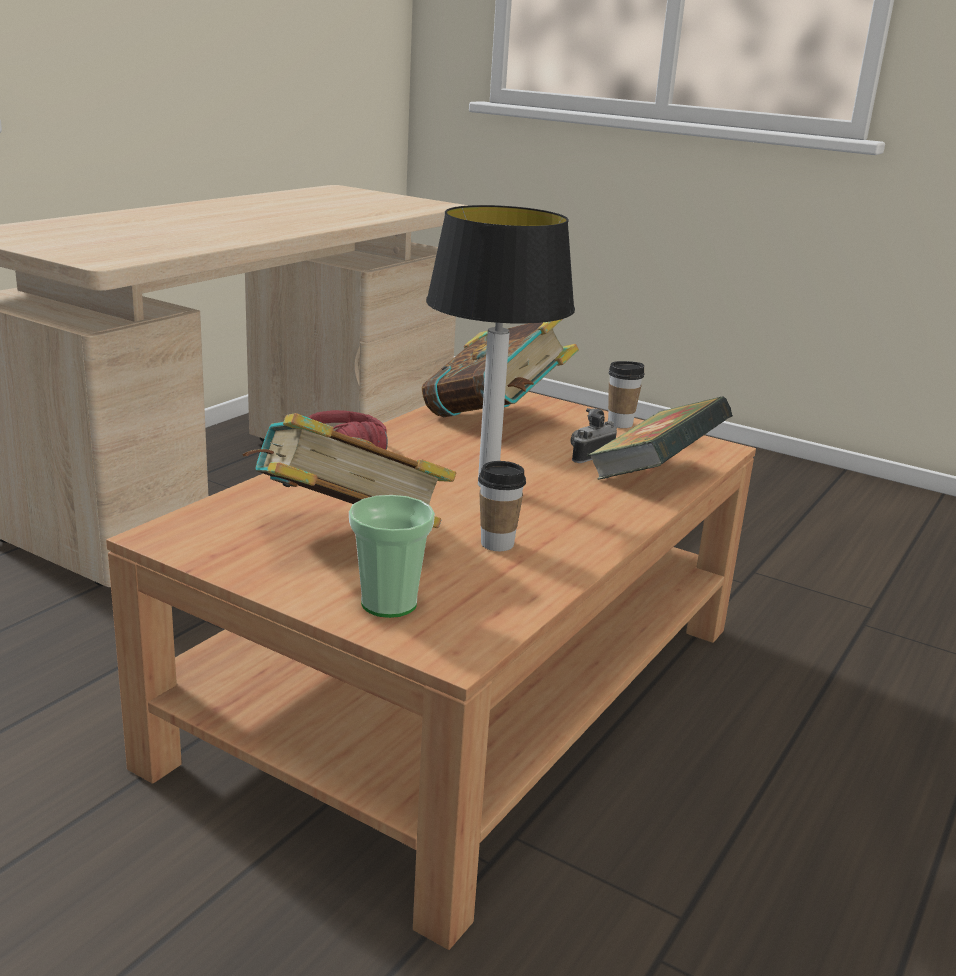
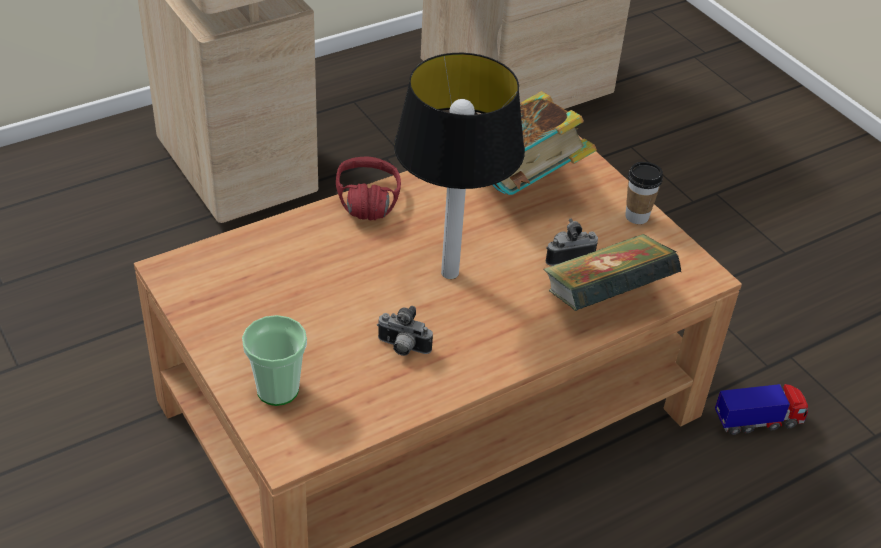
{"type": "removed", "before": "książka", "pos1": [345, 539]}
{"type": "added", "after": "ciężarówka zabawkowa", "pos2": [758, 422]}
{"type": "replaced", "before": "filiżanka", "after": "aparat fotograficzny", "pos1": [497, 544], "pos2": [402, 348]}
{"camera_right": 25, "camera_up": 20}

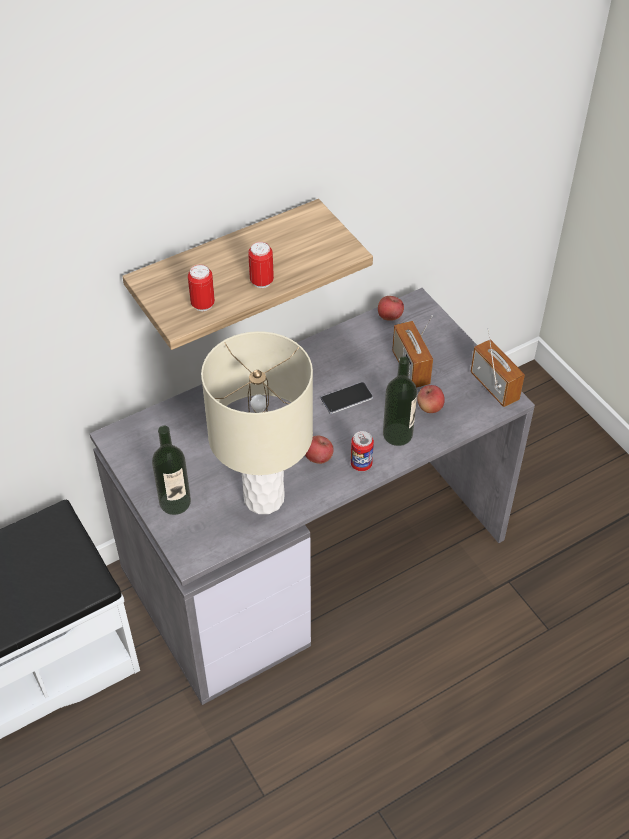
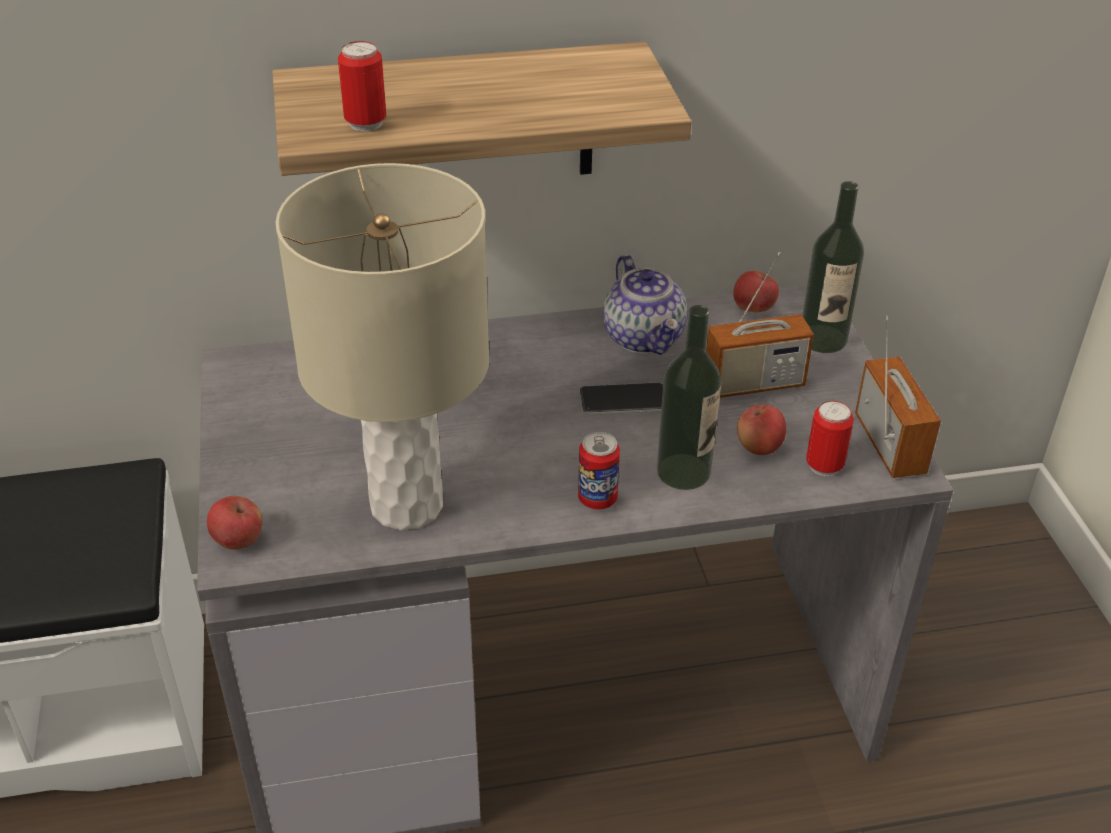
{"type": "added", "after": "imbryk", "pos2": [645, 338]}
{"type": "moved", "before": "butelka", "pos1": [175, 502], "pos2": [823, 339]}
{"type": "moved", "before": "puszka", "pos1": [261, 281], "pos2": [824, 466]}
{"type": "moved", "before": "jabłko", "pos1": [318, 458], "pos2": [238, 541]}
{"type": "turned", "before": "radio", "pos1": [410, 368], "pos2": [753, 384], "turn": -105}
{"camera_right": 20, "camera_up": -10}

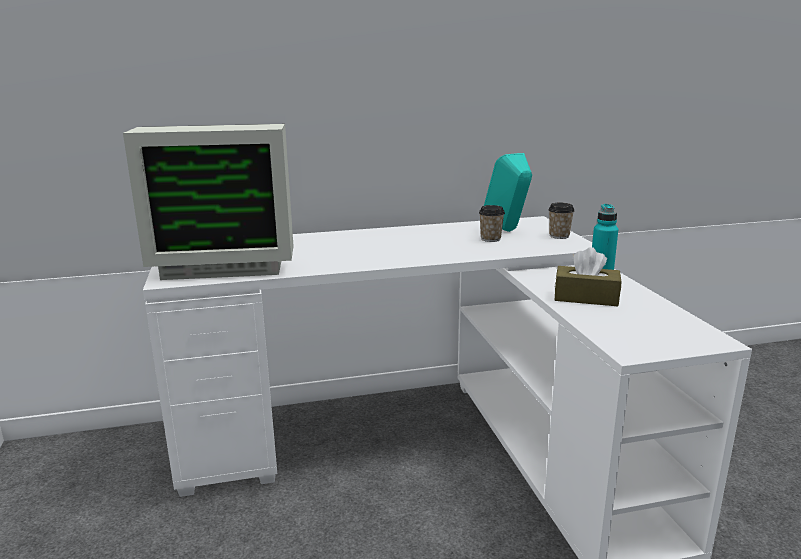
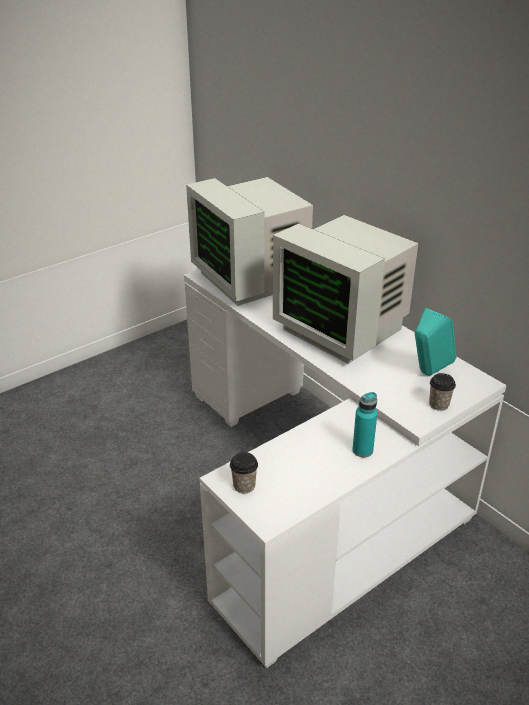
{"type": "removed", "before": "pudełko chusteczek (brązowy)", "pos1": [586, 298]}
{"type": "added", "after": "monitor", "pos2": [343, 329]}
{"type": "moved", "before": "filiżanka", "pos1": [490, 239], "pos2": [244, 486]}
{"camera_right": 65, "camera_up": 15}

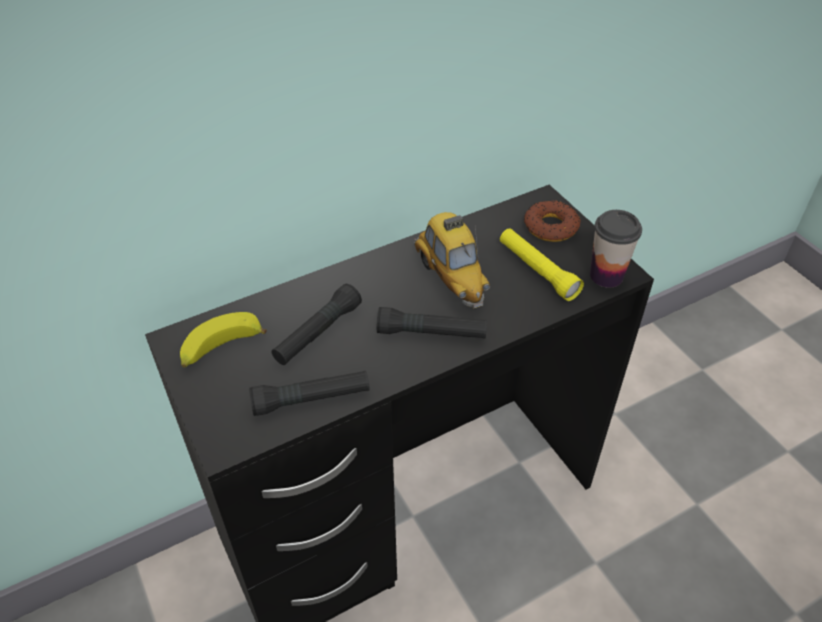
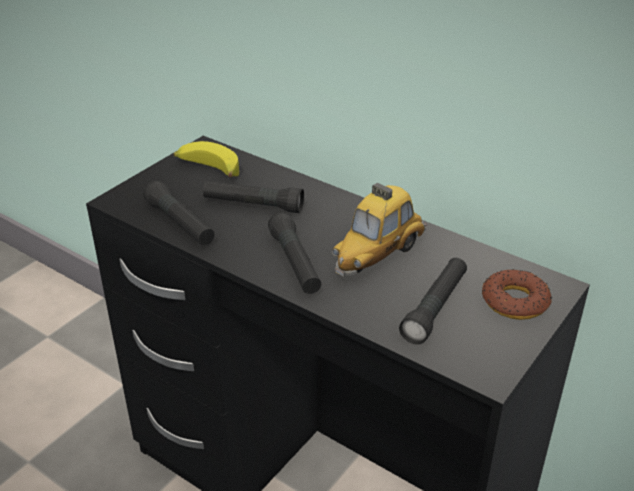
{"type": "removed", "before": "filiżanka", "pos1": [606, 275]}
{"type": "recoloured", "before": "latarka (żółty)", "after": "latarka (czarny)", "pos1": [537, 271], "pos2": [435, 308]}
{"camera_right": 65, "camera_up": -10}

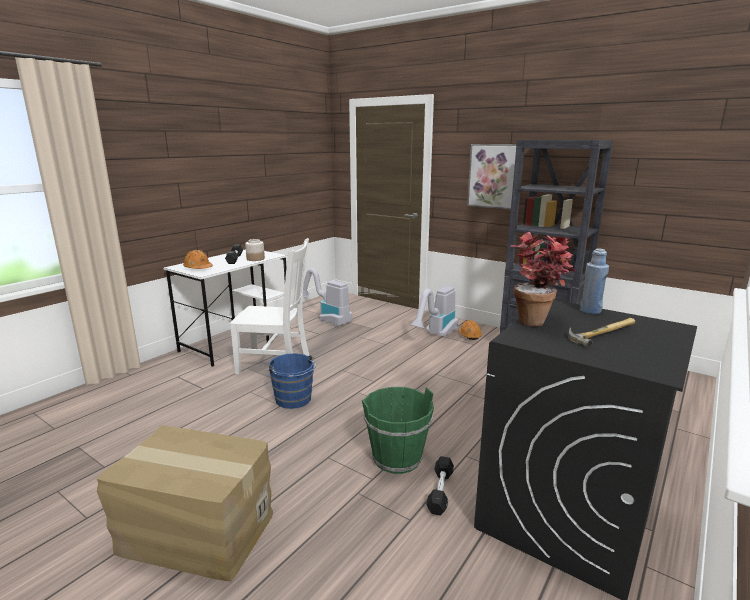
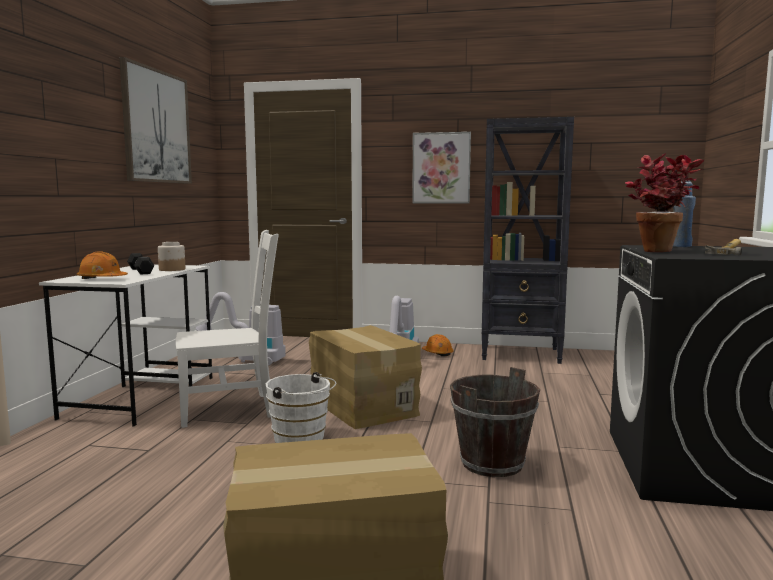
{"type": "removed", "before": "hantel (czarny)", "pos1": [440, 491]}
{"type": "added", "after": "obraz", "pos2": [156, 126]}
{"type": "added", "after": "karton", "pos2": [362, 406]}
{"type": "recoloured", "before": "wiadro (niebieski)", "after": "wiadro (biały)", "pos1": [294, 401], "pos2": [302, 438]}
{"type": "recoloured", "before": "wiadro (zielony)", "after": "wiadro (brązowy)", "pos1": [397, 458], "pos2": [492, 463]}
{"camera_right": -25, "camera_up": -10}

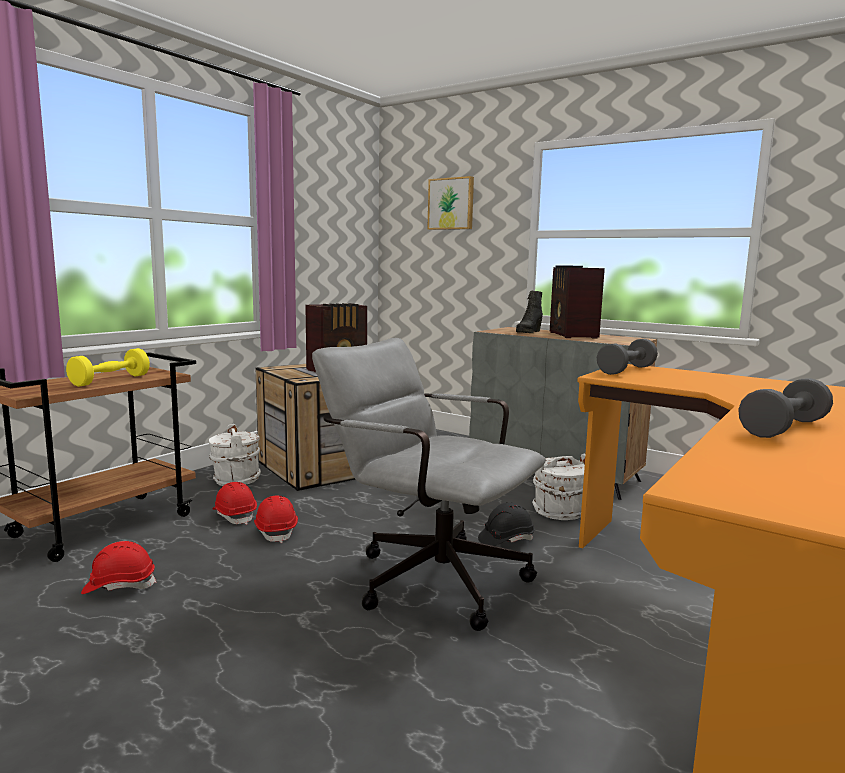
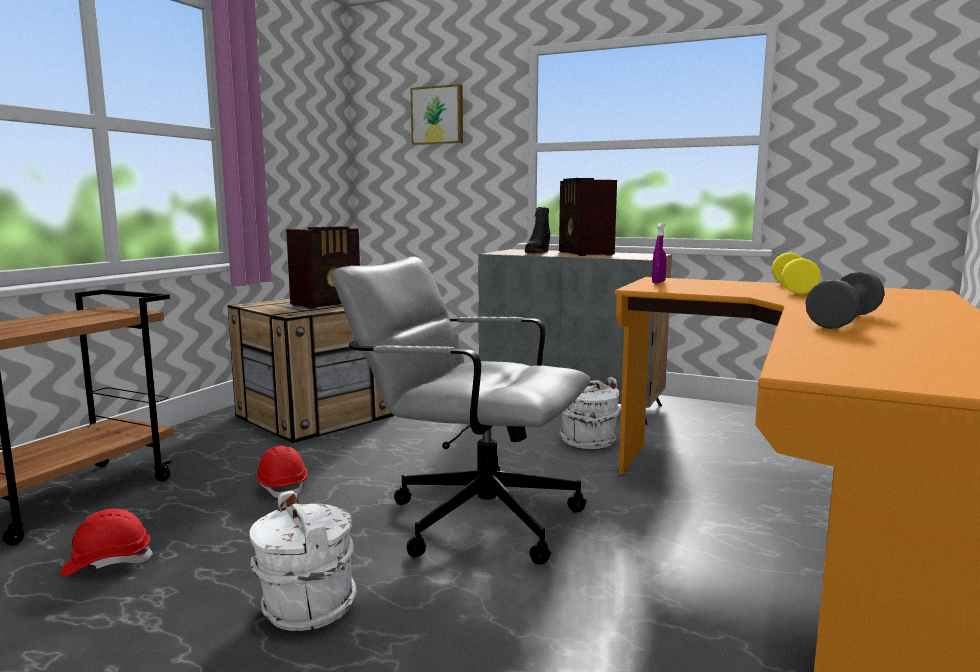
{"type": "removed", "before": "kask (czerwony)", "pos1": [235, 515]}
{"type": "removed", "before": "kask (czarny)", "pos1": [505, 540]}
{"type": "moved", "before": "hantel (żółty)", "pos1": [110, 380], "pos2": [793, 289]}
{"type": "moved", "before": "wiadro (biały)", "pos1": [235, 479], "pos2": [306, 606]}
{"type": "replaced", "before": "hantel (szary)", "after": "spryskiwacz (fioletowy)", "pos1": [626, 370], "pos2": [658, 282]}
{"camera_right": -10, "camera_up": 0}

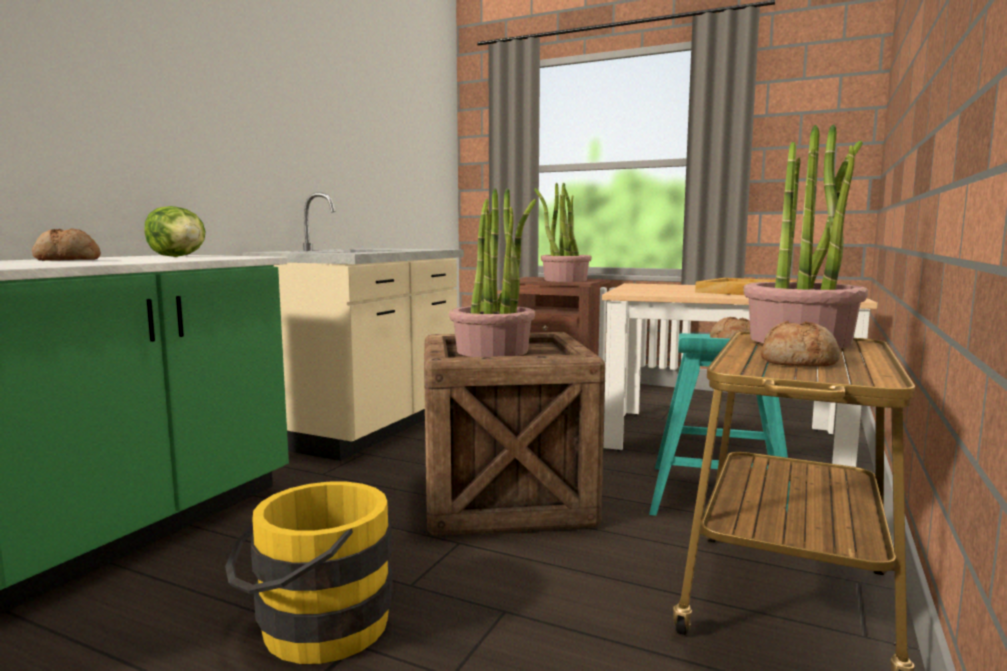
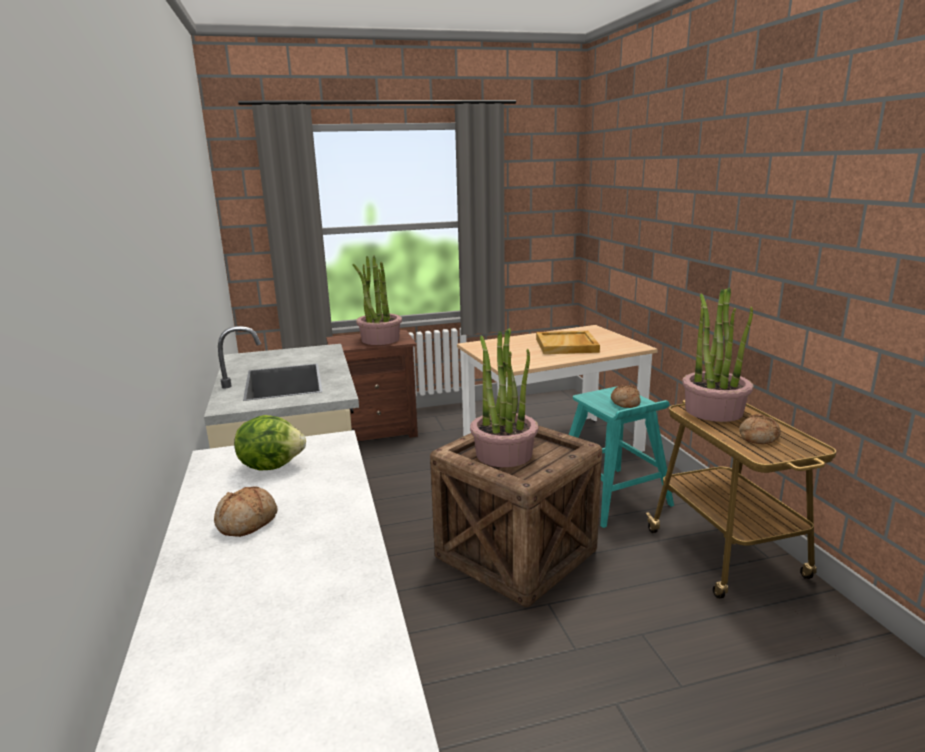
{"type": "removed", "before": "wiadro (żółty)", "pos1": [313, 629]}
{"camera_right": -40, "camera_up": 10}

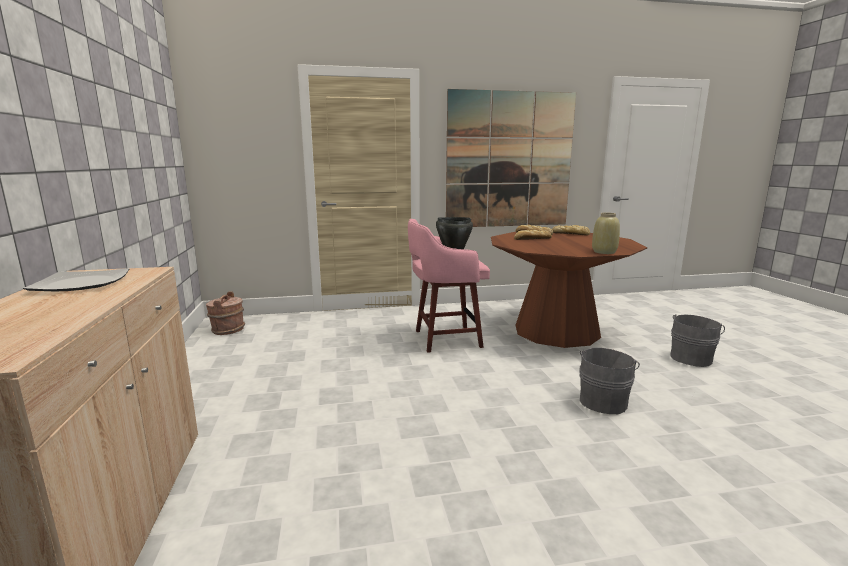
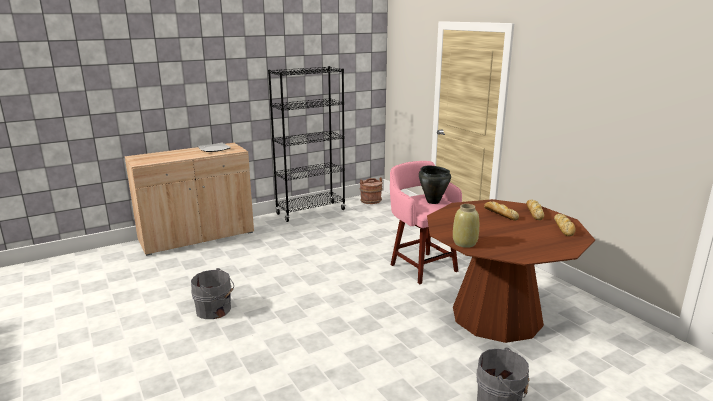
{"type": "removed", "before": "obraz", "pos1": [509, 160]}
{"type": "added", "after": "regał (czarny)", "pos2": [311, 212]}
{"type": "moved", "before": "wiadro (szary)", "pos1": [603, 401], "pos2": [215, 310]}
{"camera_right": 70, "camera_up": 5}

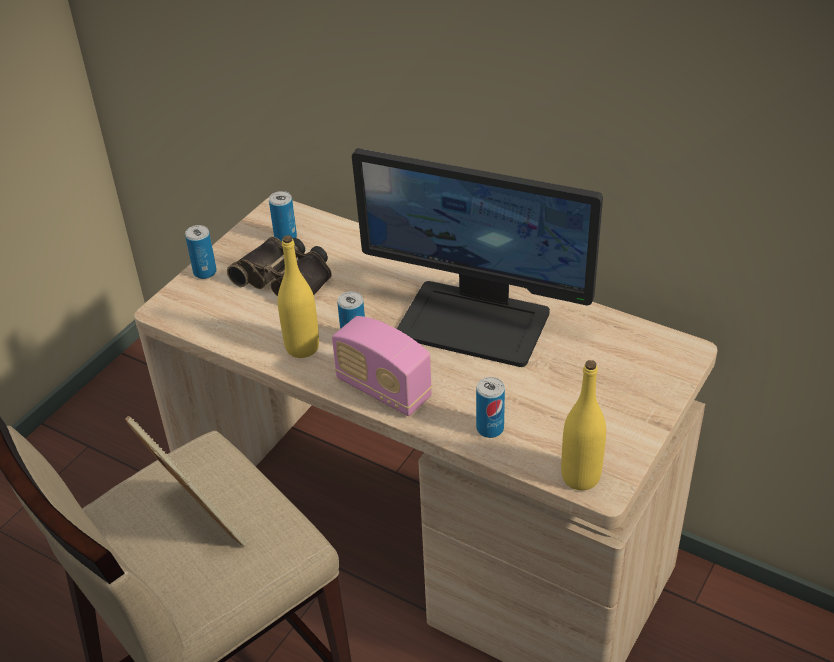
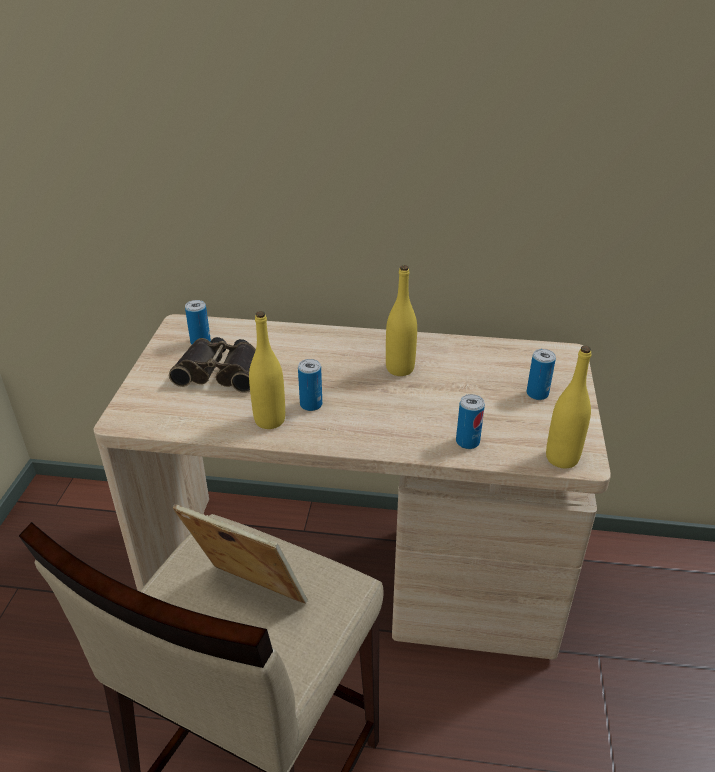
{"type": "removed", "before": "radio", "pos1": [383, 389]}
{"type": "moved", "before": "puszka", "pos1": [205, 272], "pos2": [537, 394]}
{"type": "replaced", "before": "monitor", "after": "butelka (żółty)", "pos1": [475, 322], "pos2": [400, 369]}
{"camera_right": -25, "camera_up": -5}

